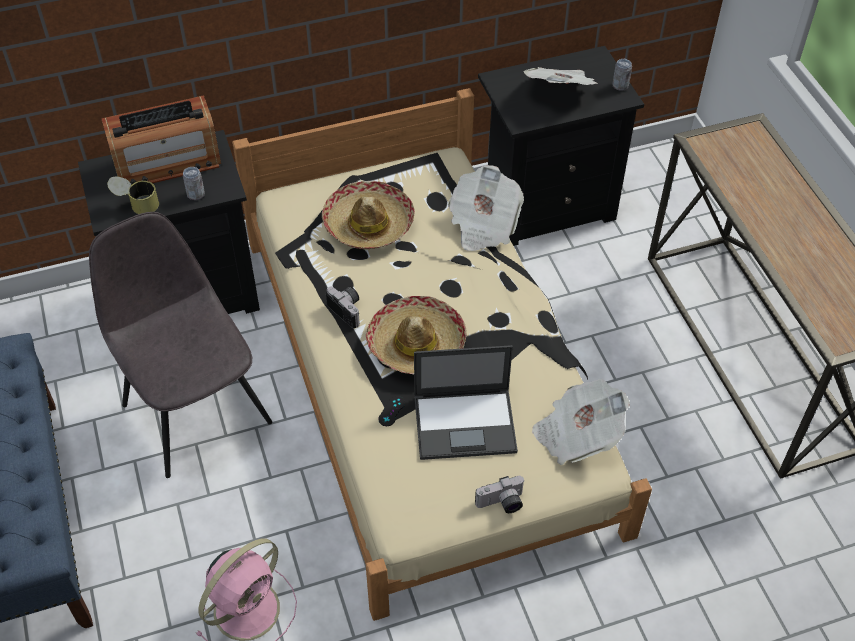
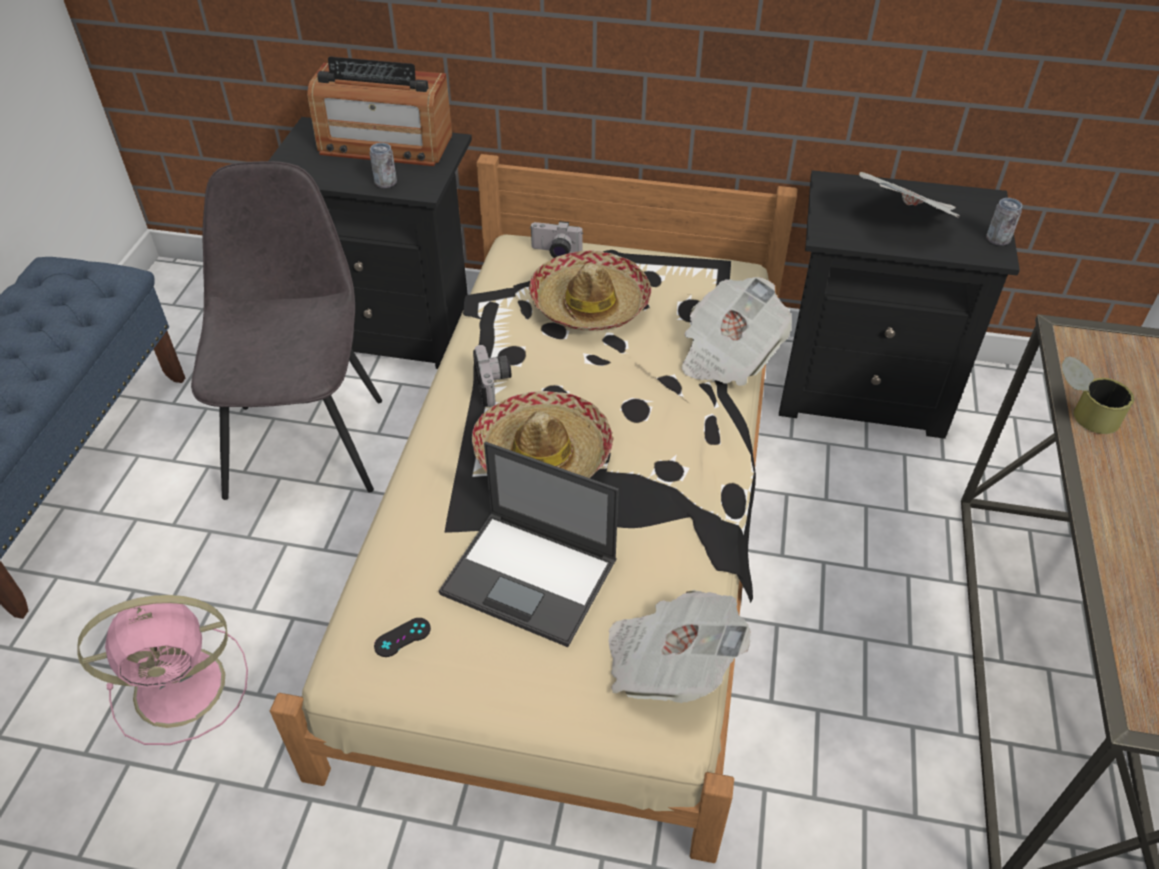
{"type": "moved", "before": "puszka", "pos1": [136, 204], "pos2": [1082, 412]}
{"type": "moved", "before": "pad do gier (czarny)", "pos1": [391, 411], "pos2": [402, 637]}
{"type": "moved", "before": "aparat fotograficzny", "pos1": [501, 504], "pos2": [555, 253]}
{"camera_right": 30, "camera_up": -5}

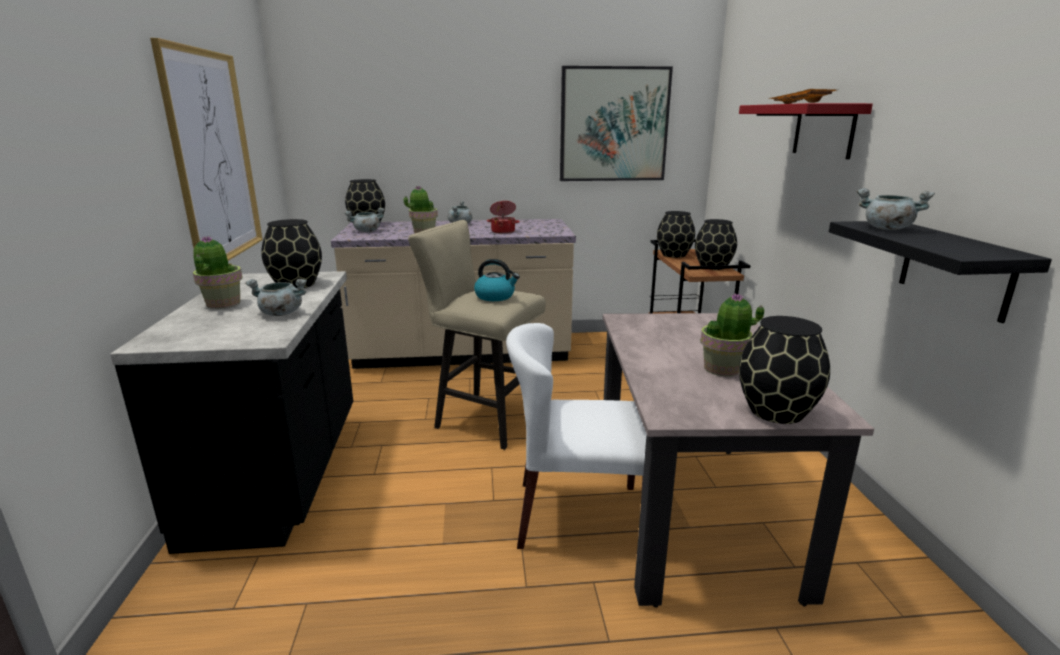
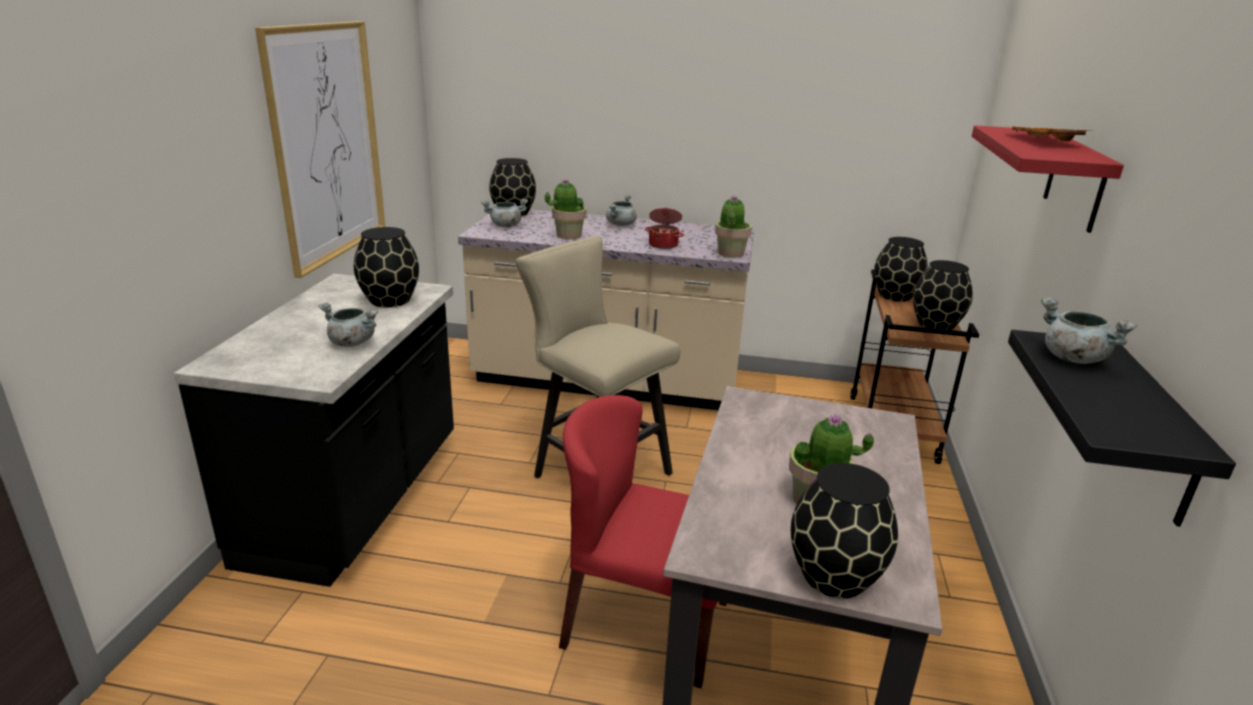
{"type": "removed", "before": "czajnik", "pos1": [495, 296]}
{"type": "removed", "before": "obraz", "pos1": [613, 125]}
{"type": "moved", "before": "roślina doniczkowa", "pos1": [222, 304], "pos2": [730, 253]}
{"type": "recoloured", "before": "krzesło (biały)", "after": "krzesło (czerwony)", "pos1": [578, 515], "pos2": [645, 623]}
{"camera_right": 15, "camera_up": 5}

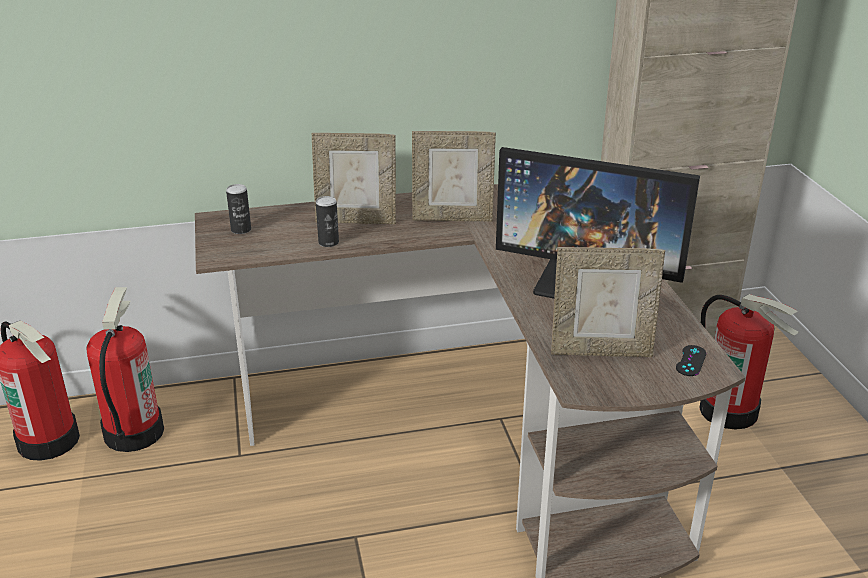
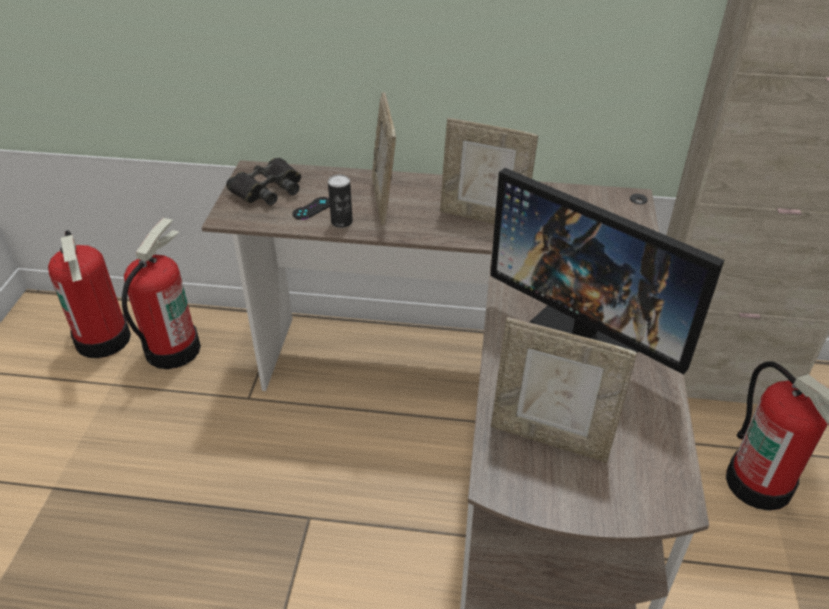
{"type": "moved", "before": "pad do gier (czarny)", "pos1": [691, 361], "pos2": [312, 208]}
{"type": "replaced", "before": "puszka", "after": "lornetka (czarny)", "pos1": [241, 230], "pos2": [268, 189]}
{"type": "turned", "before": "ramka na zdjęcie", "pos1": [356, 220], "pos2": [384, 200], "turn": 60}
{"camera_right": 20, "camera_up": 10}

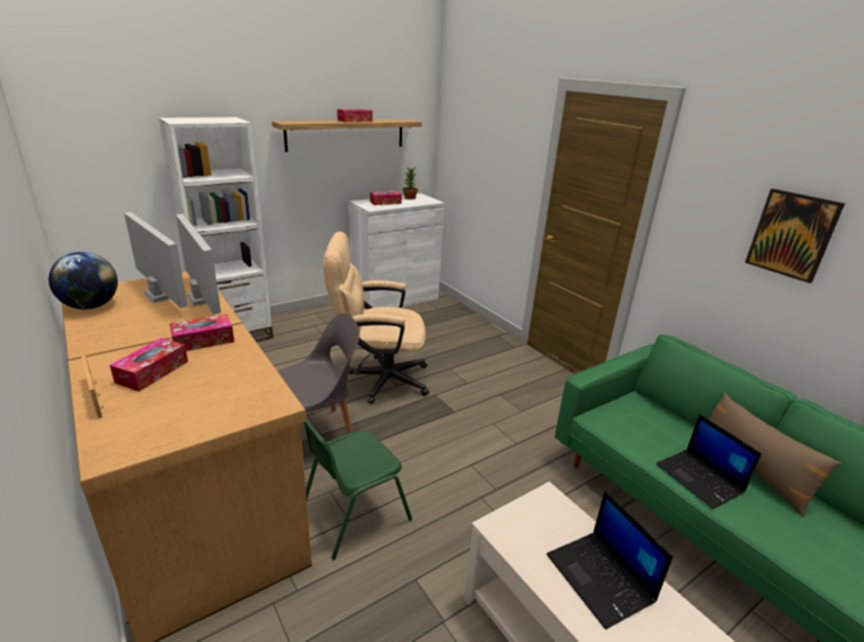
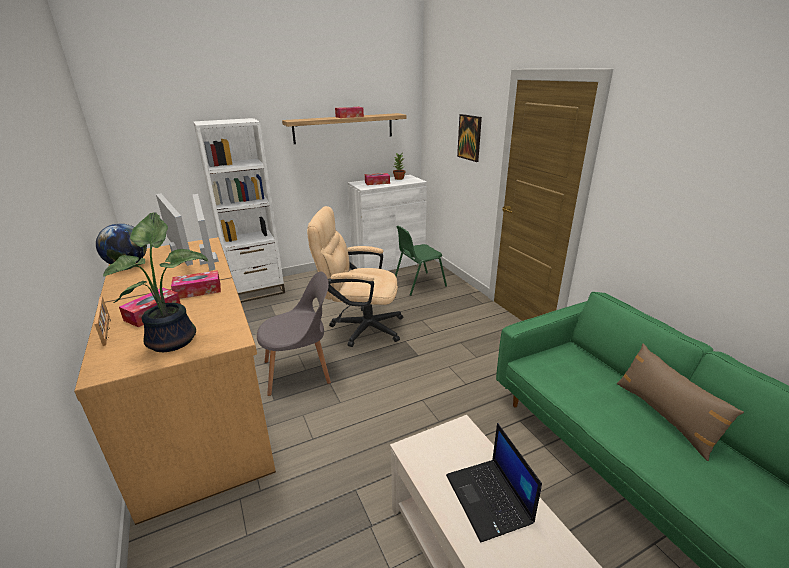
{"type": "removed", "before": "laptop", "pos1": [700, 478]}
{"type": "added", "after": "roślina doniczkowa", "pos2": [175, 339]}
{"type": "moved", "before": "krzesło (zielony)", "pos1": [353, 514], "pos2": [418, 284]}
{"type": "moved", "before": "obraz", "pos1": [792, 234], "pos2": [469, 137]}
{"camera_right": 10, "camera_up": 0}

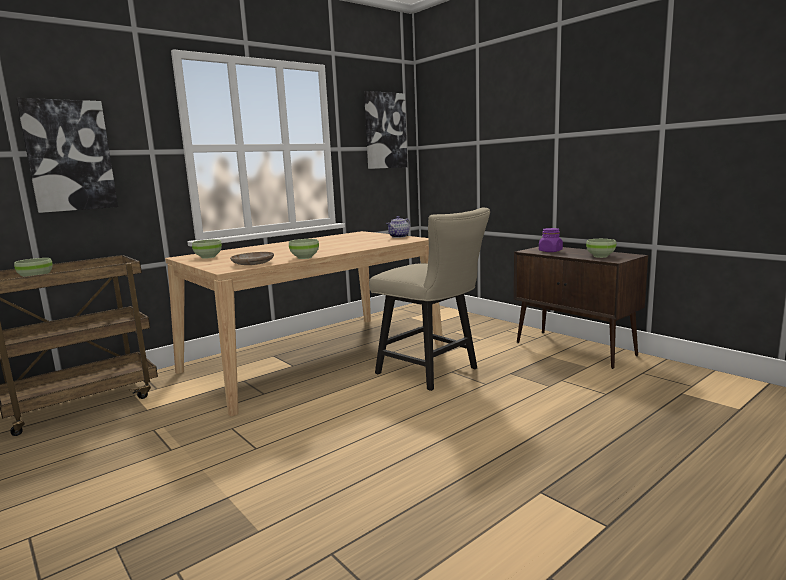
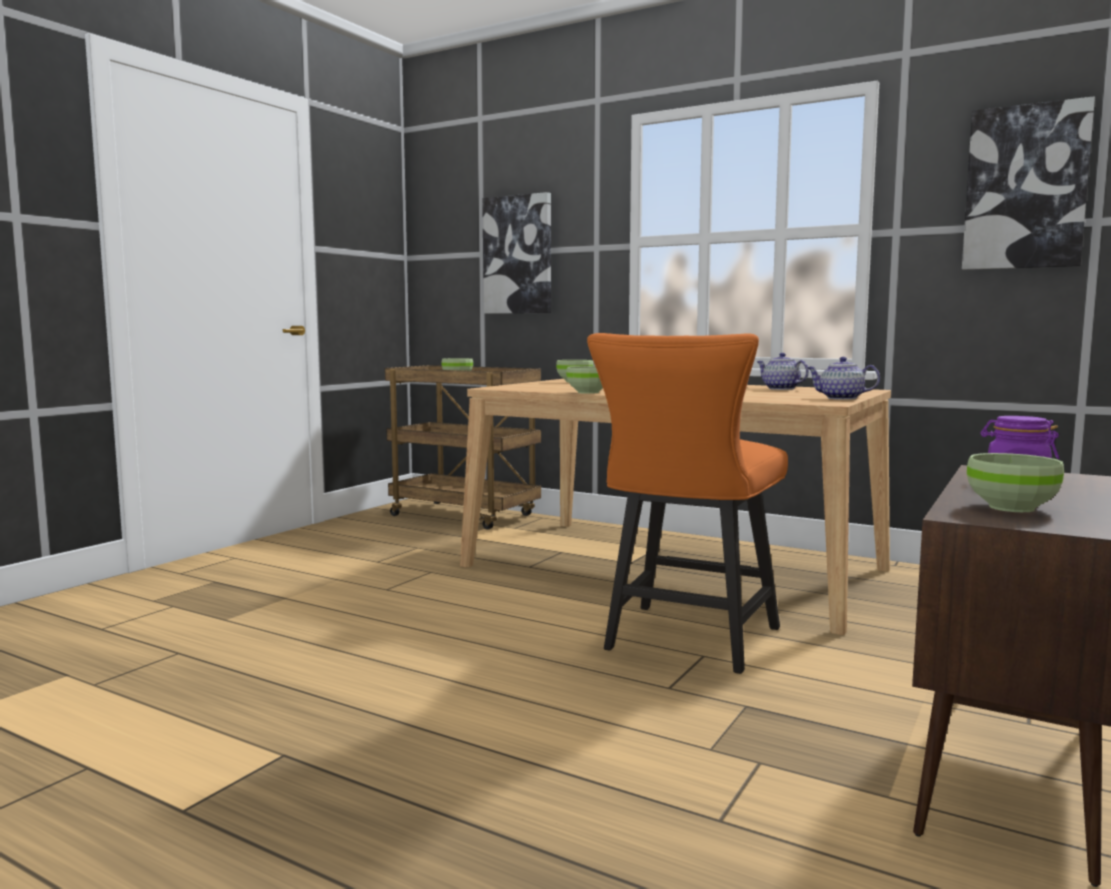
{"type": "removed", "before": "talerz (beżowy)", "pos1": [253, 263]}
{"type": "added", "after": "imbryk", "pos2": [780, 389]}
{"type": "recoloured", "before": "krzesło (beżowy)", "after": "krzesło (pomarańczowy)", "pos1": [433, 372], "pos2": [686, 642]}
{"camera_right": 70, "camera_up": -5}

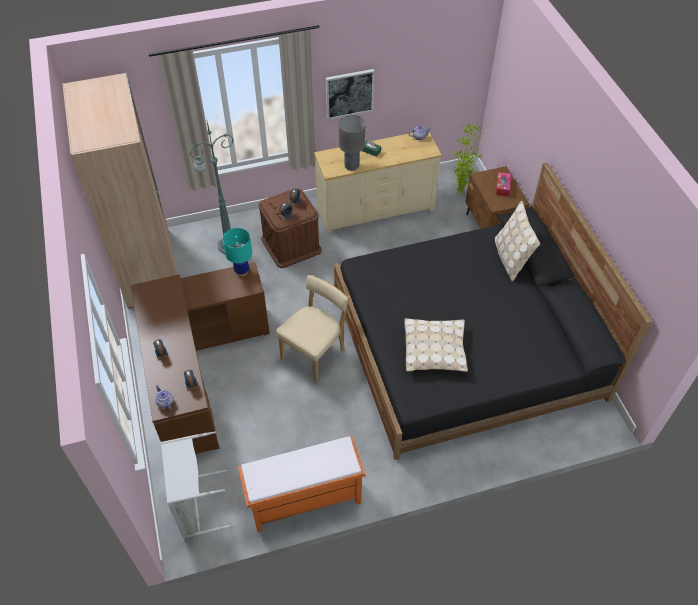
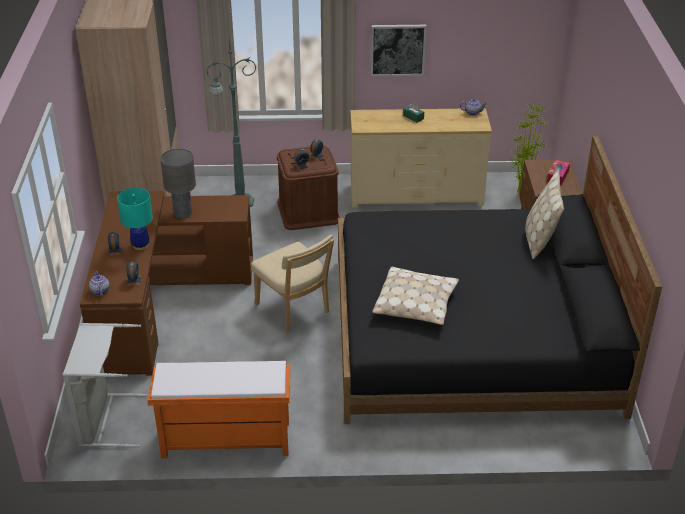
{"type": "moved", "before": "lampa stołowa (turkusowy)", "pos1": [241, 271], "pos2": [140, 245]}
{"type": "moved", "before": "lampa stołowa (szary)", "pos1": [351, 166], "pos2": [182, 213]}
{"type": "turned", "before": "krzesło (beżowy)", "pos1": [315, 353], "pos2": [294, 310], "turn": 90}
{"camera_right": 15, "camera_up": -15}

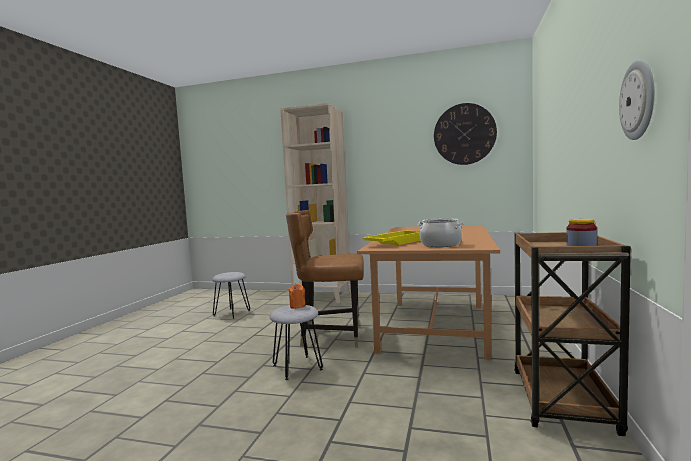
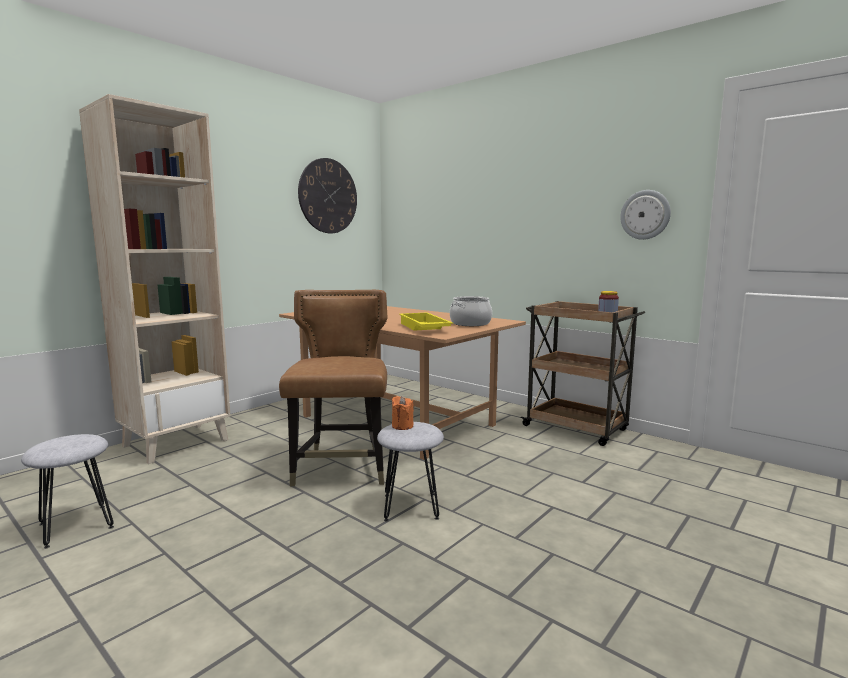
{"type": "turned", "before": "krzesło (brązowy)", "pos1": [332, 336], "pos2": [342, 468], "turn": 150}
{"camera_right": -65, "camera_up": 5}

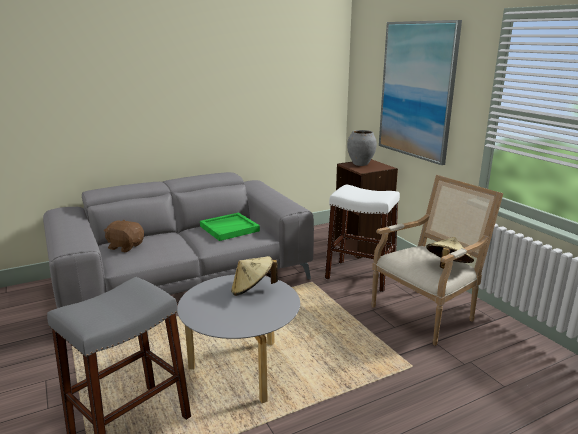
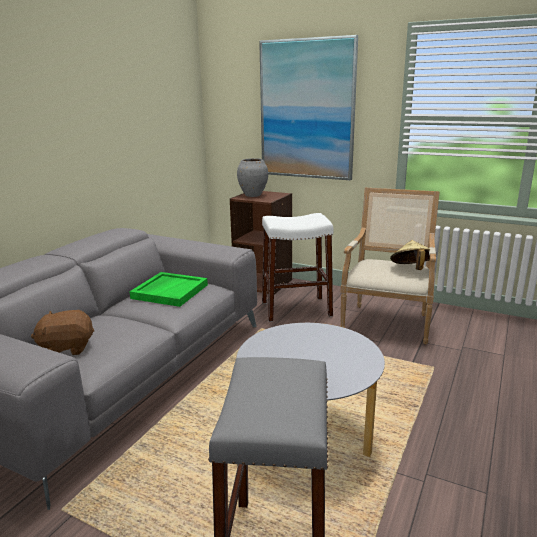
{"type": "removed", "before": "kapelusz (beżowy)", "pos1": [252, 290]}
{"camera_right": -35, "camera_up": 0}

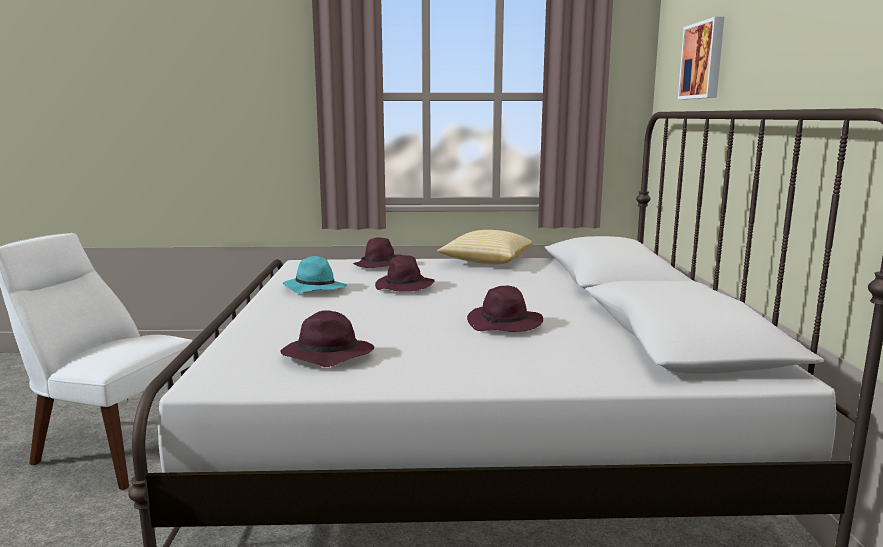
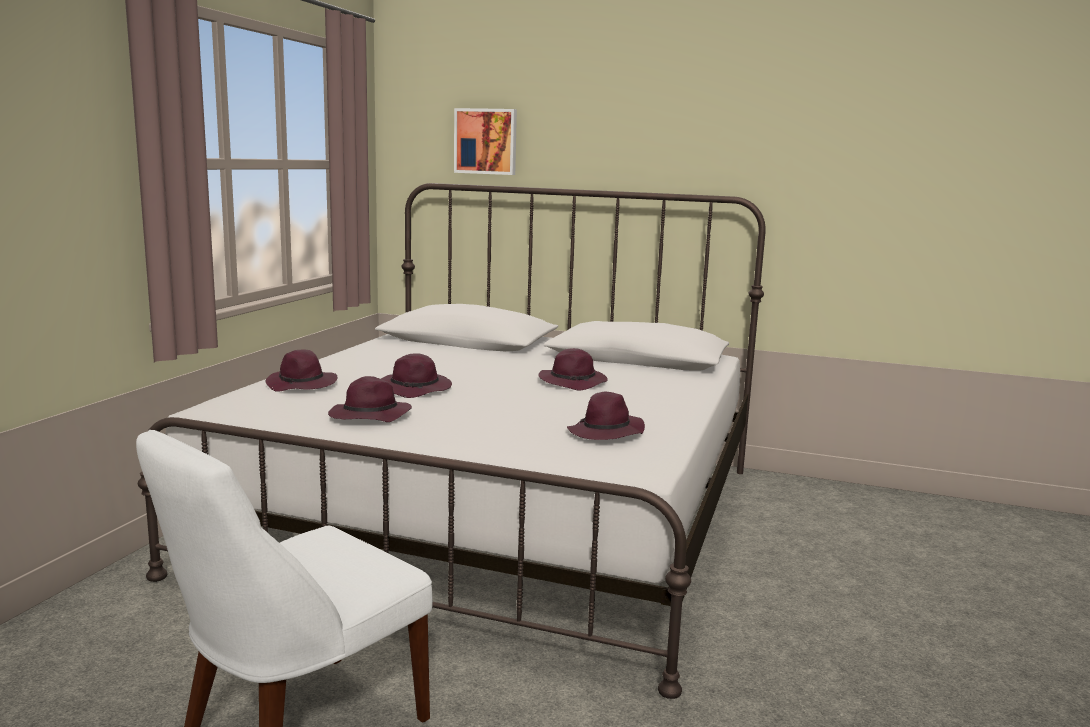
{"type": "removed", "before": "poduszka", "pos1": [486, 262]}
{"type": "recoloured", "before": "kapelusz (turkusowy)", "after": "kapelusz (fioletowy)", "pos1": [314, 289], "pos2": [369, 417]}
{"camera_right": -70, "camera_up": 0}

